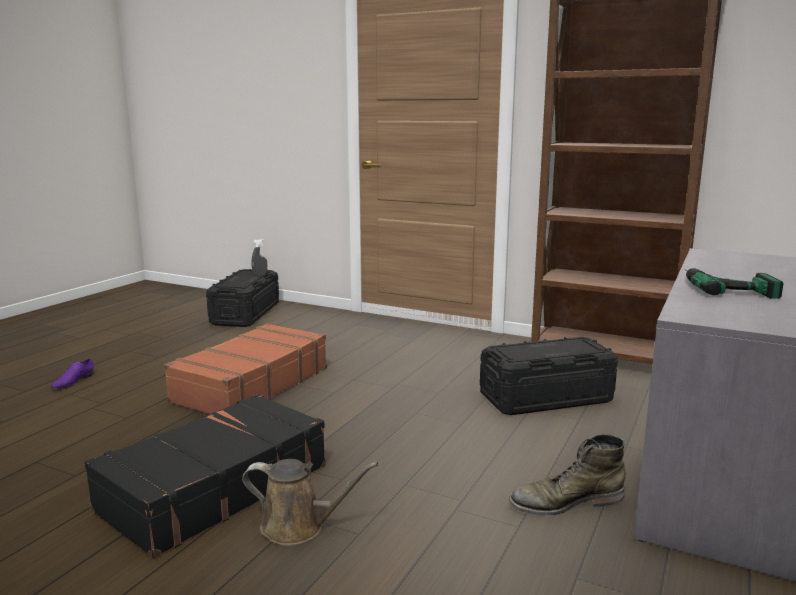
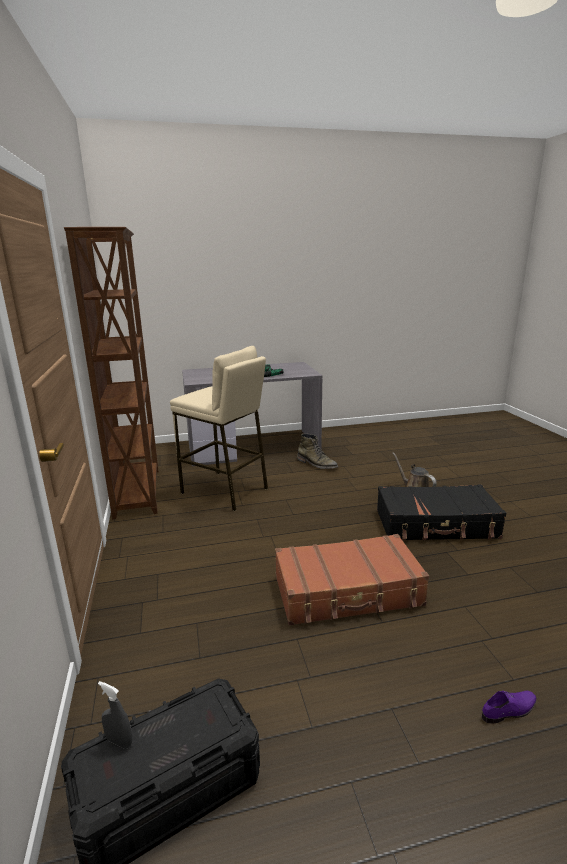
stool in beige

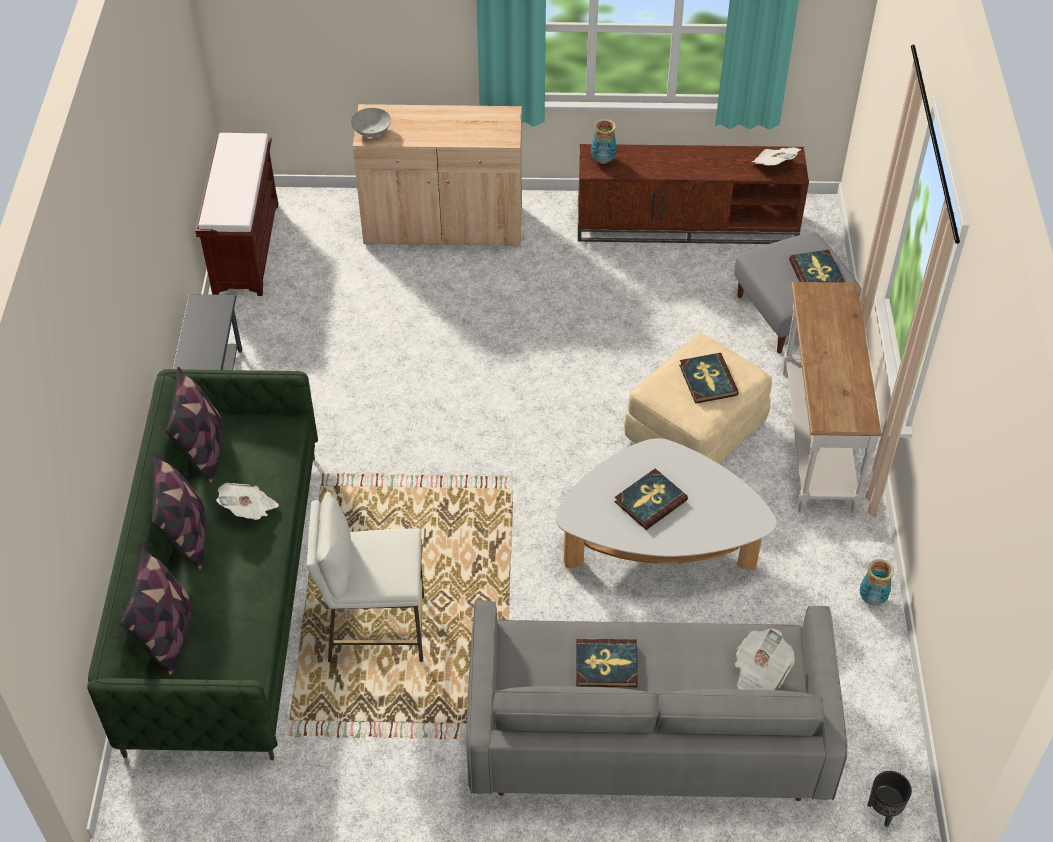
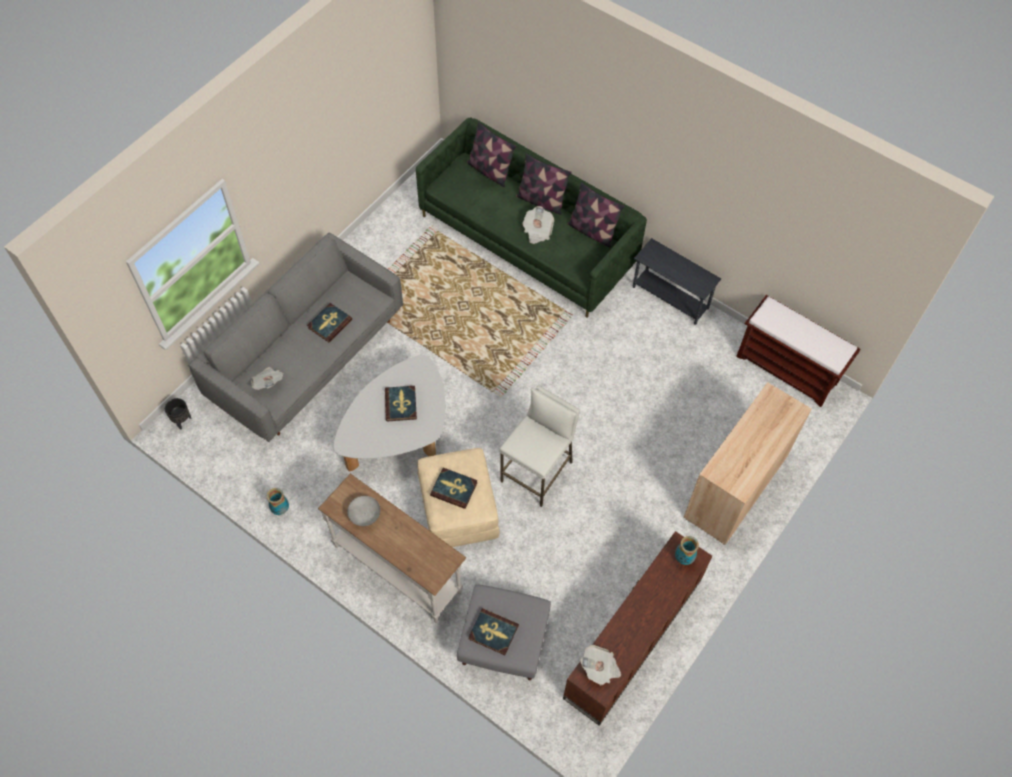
deep dish in grey
stool in whitish

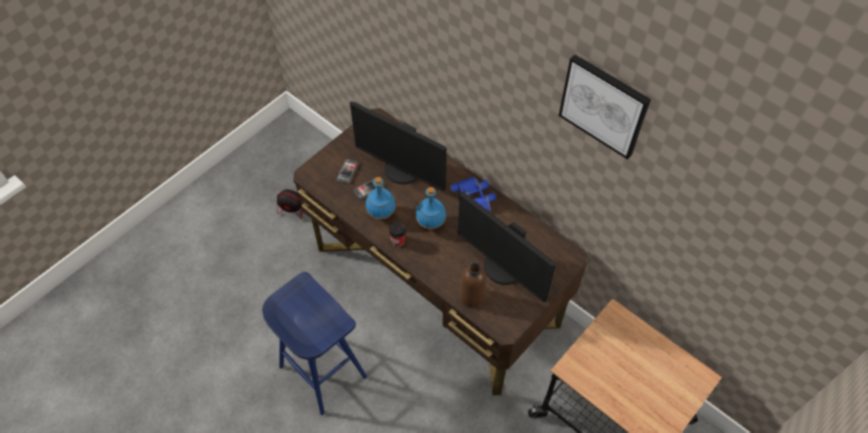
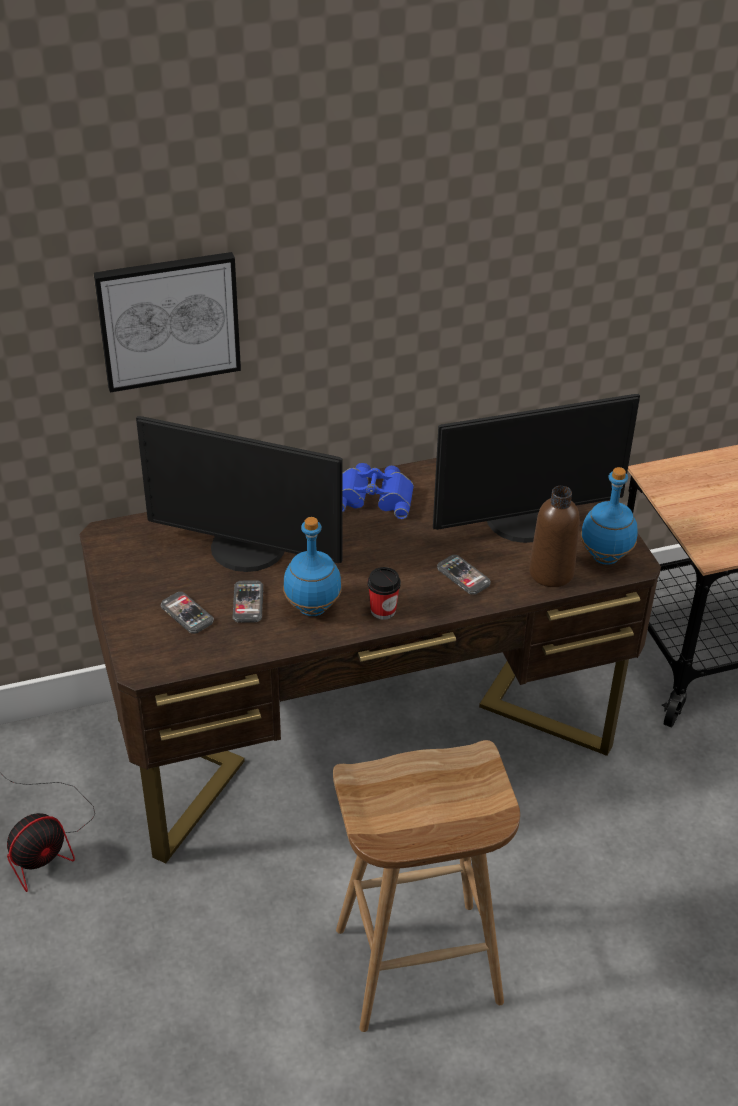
picture
computer screen (1st from left)
stool in brown
telephone (3rd from left)
drink bottle in blue (2nd from left)

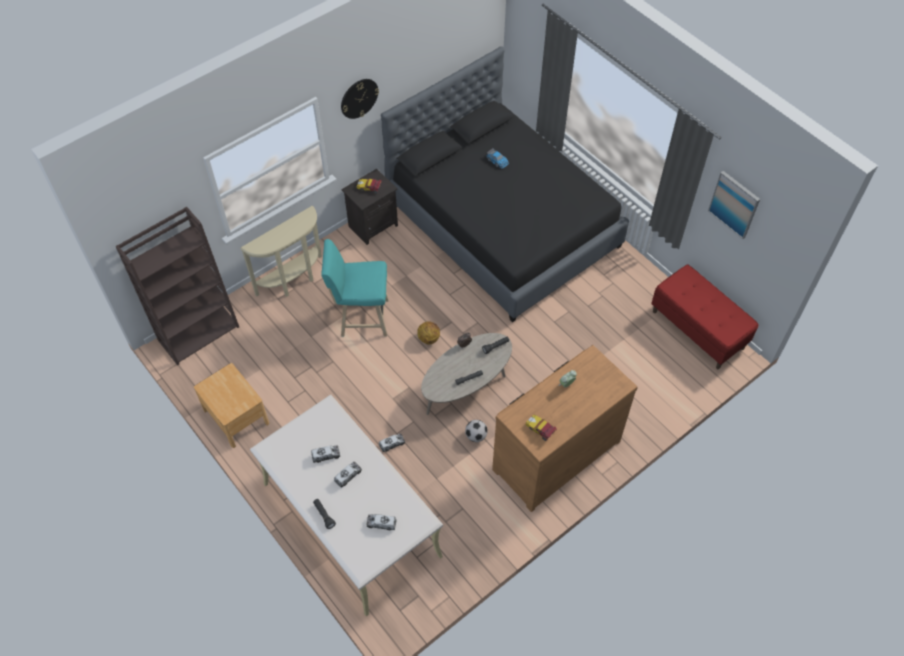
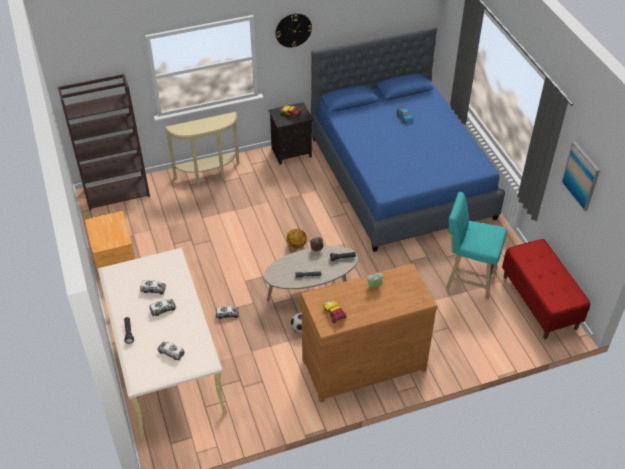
sleeping bed in blue
stool in turquoise

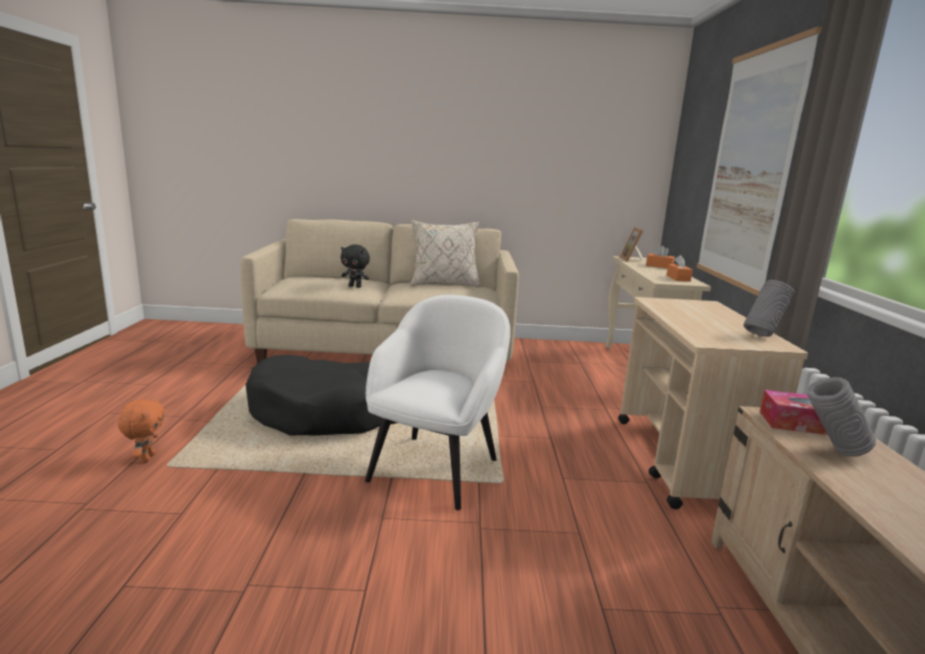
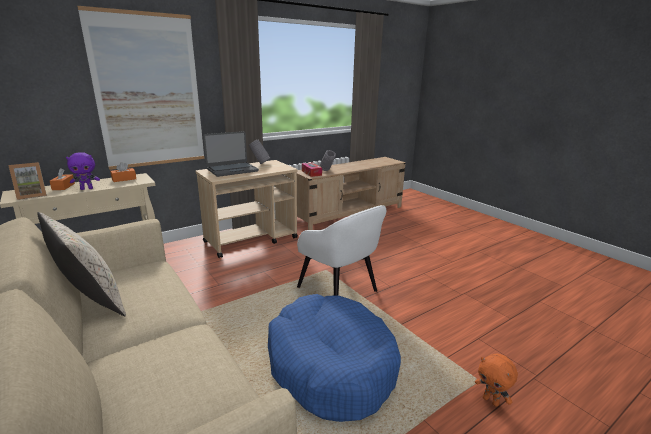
soft toy in purple-coloured
notebook computer
dog cushion in blue
easy chair in whitish
soft toy in orangey
soft toy in blackish

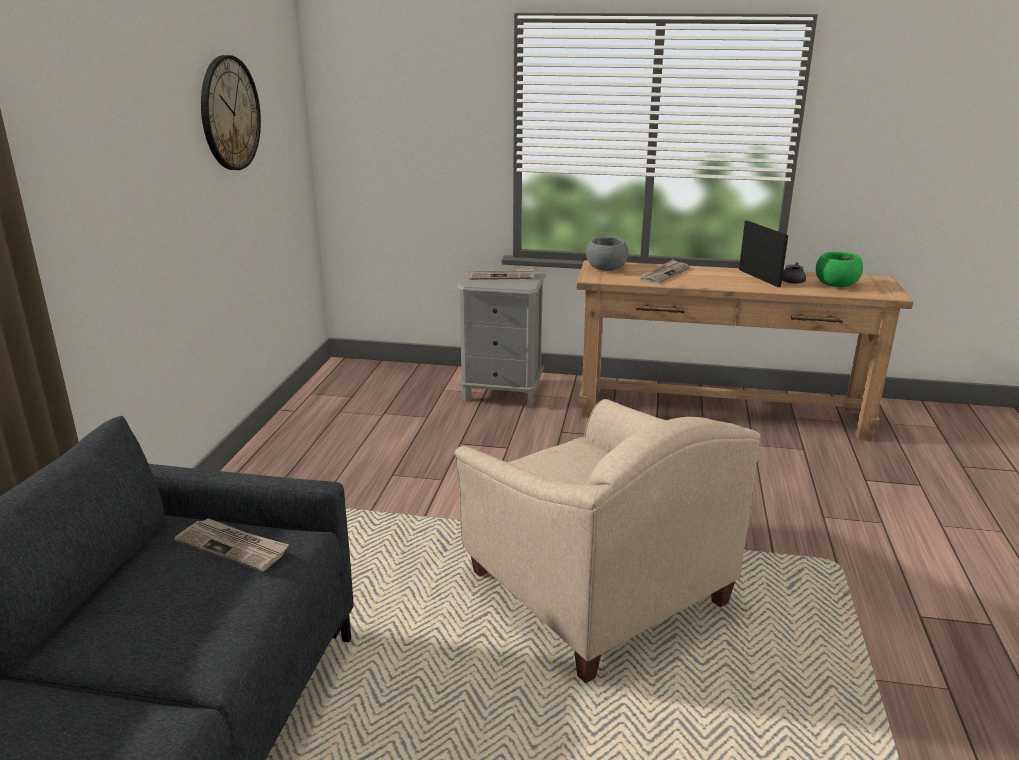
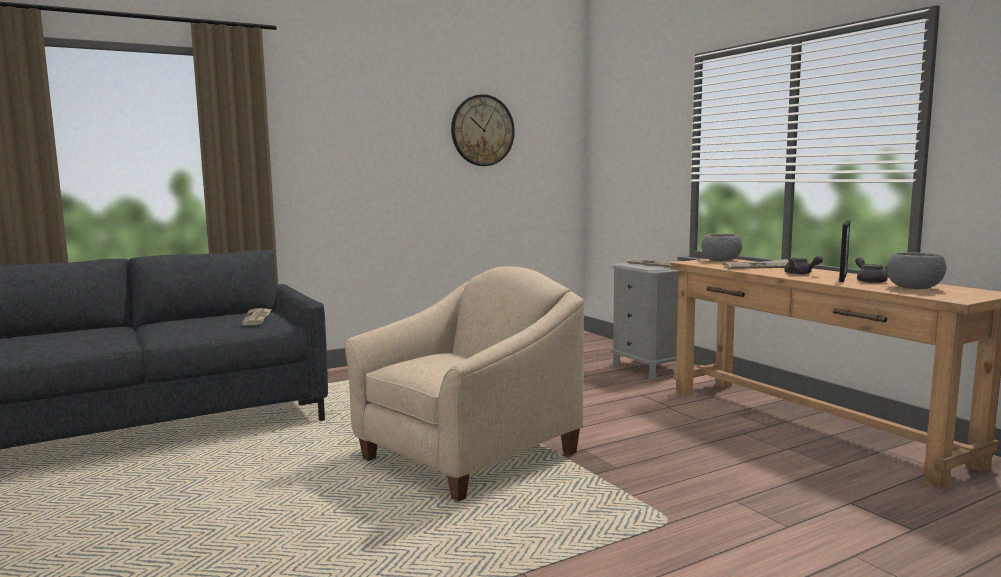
easy chair in beige
tea pot in grey (1st from left)
deep dish in grey (2nd from left)

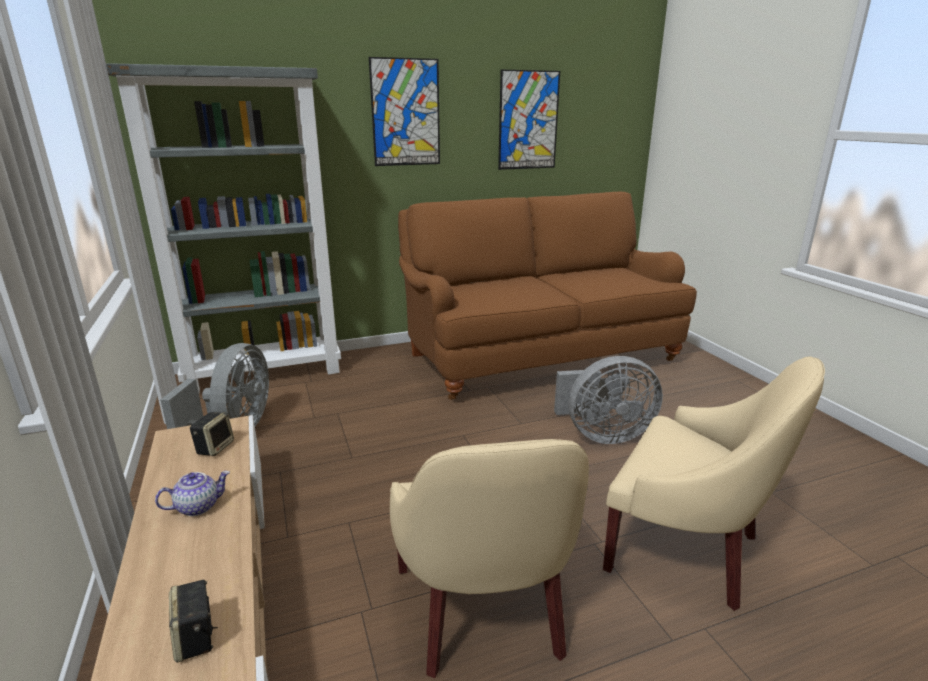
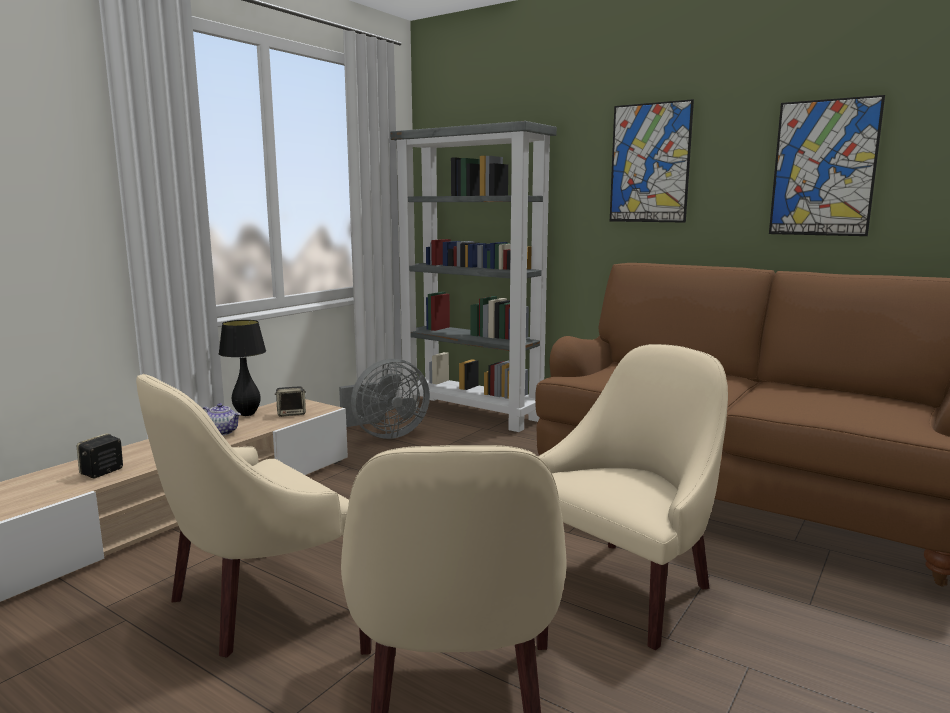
lamp for a table in blackish
easy chair in beige (3rd from left)

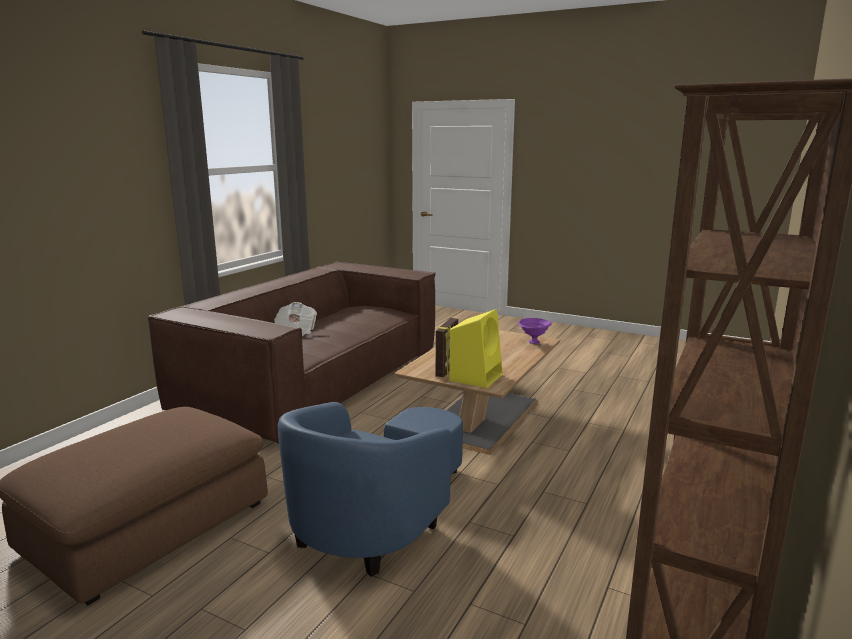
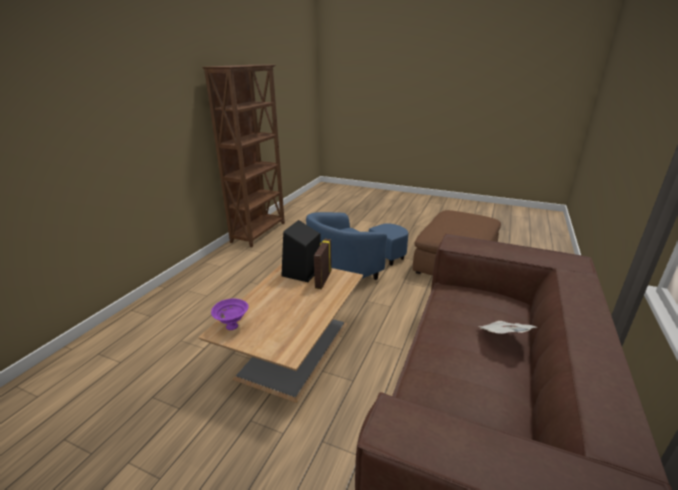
loudspeaker in blackish
easy chair in blue

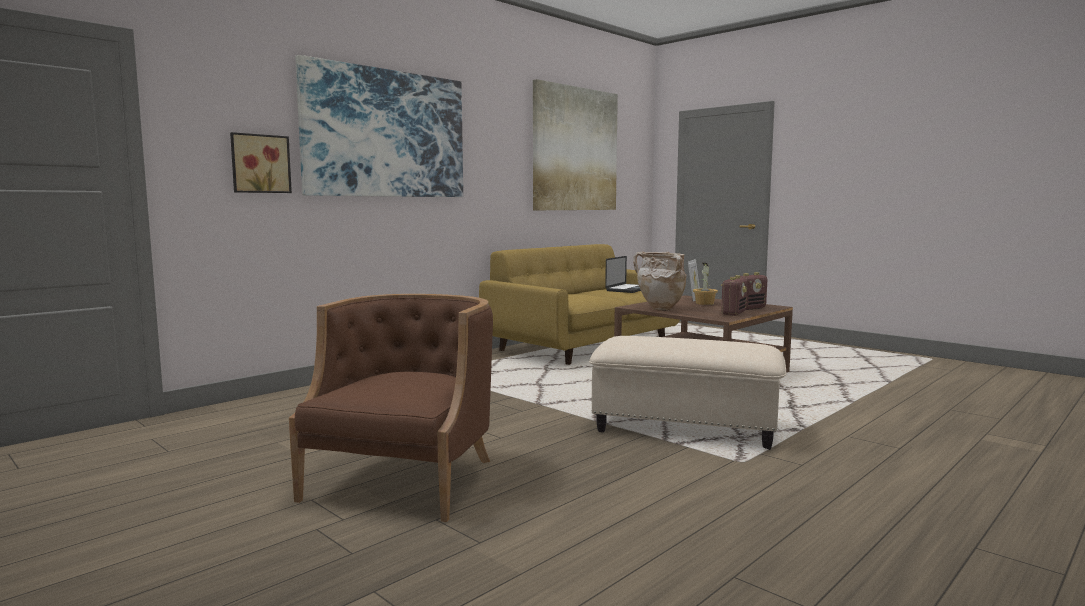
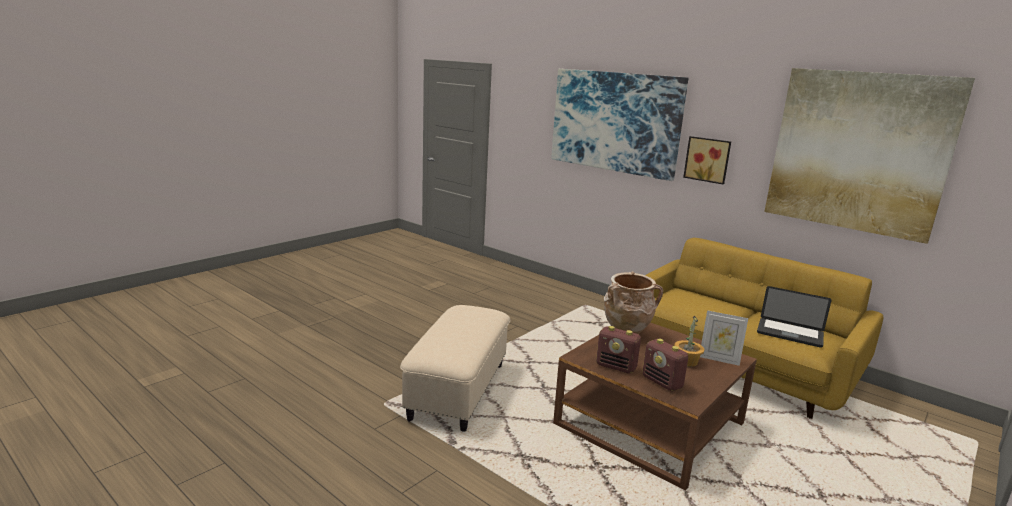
picture (2nd from left)
easy chair in brown

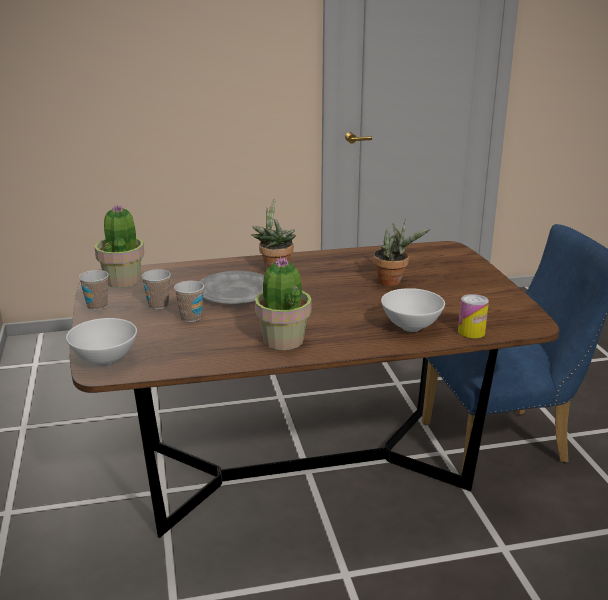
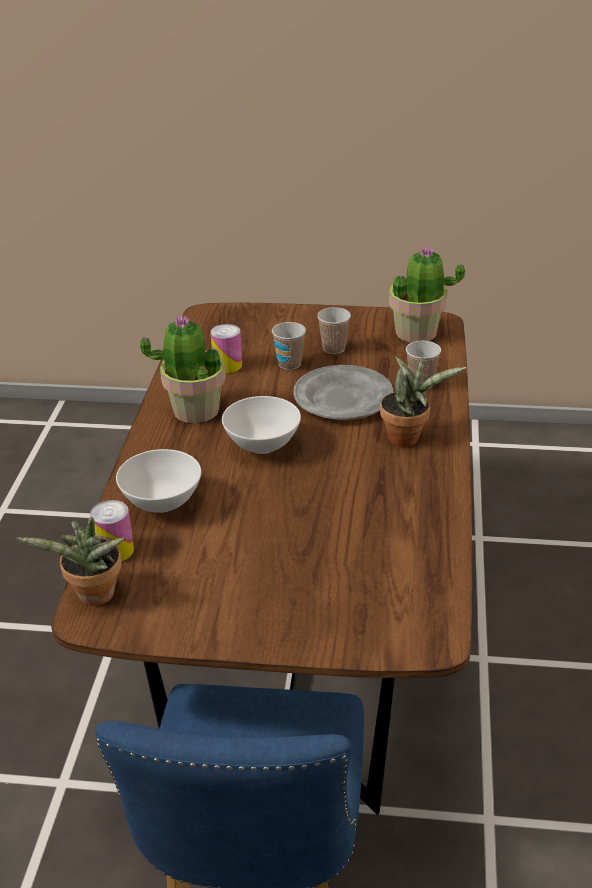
houseplant (1st from left)
can (2nd from left)
deep dish in whitish (2nd from left)
drinking cup (3rd from left)

